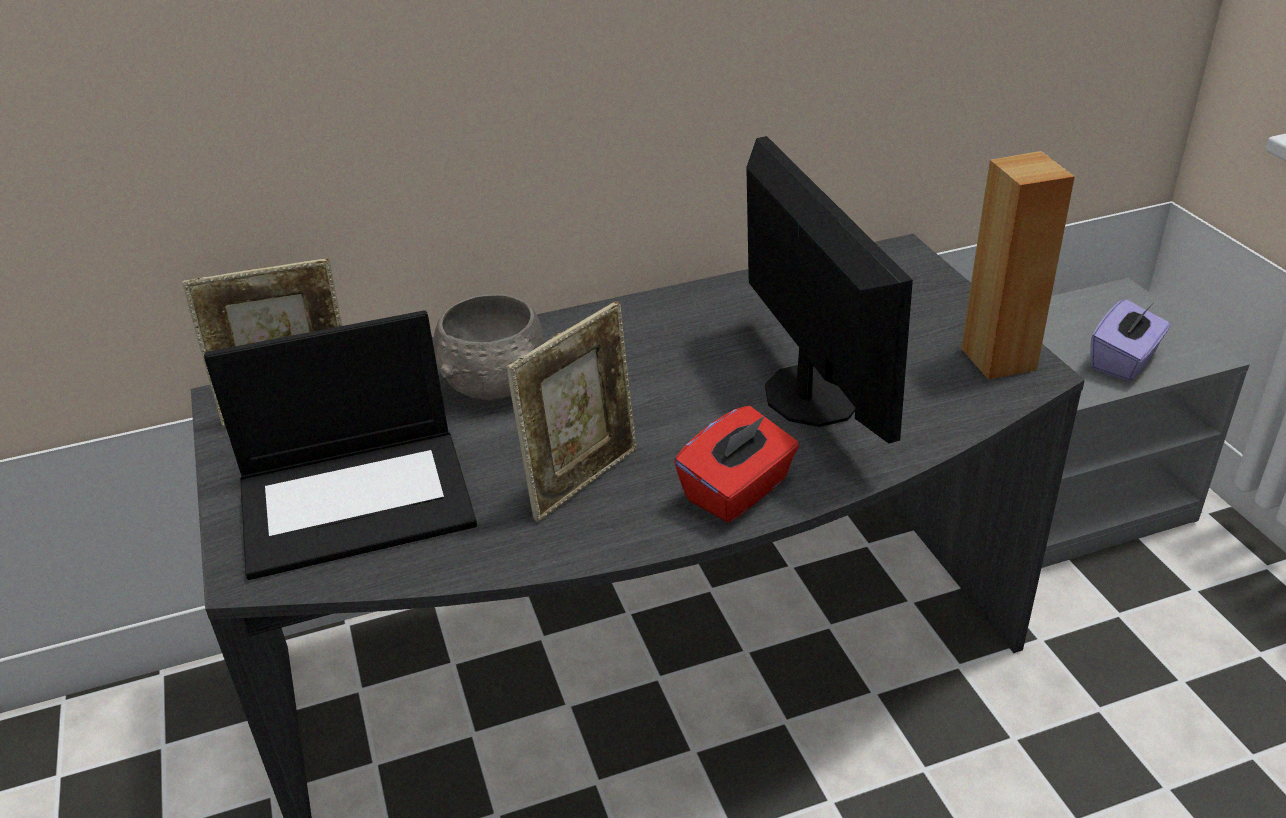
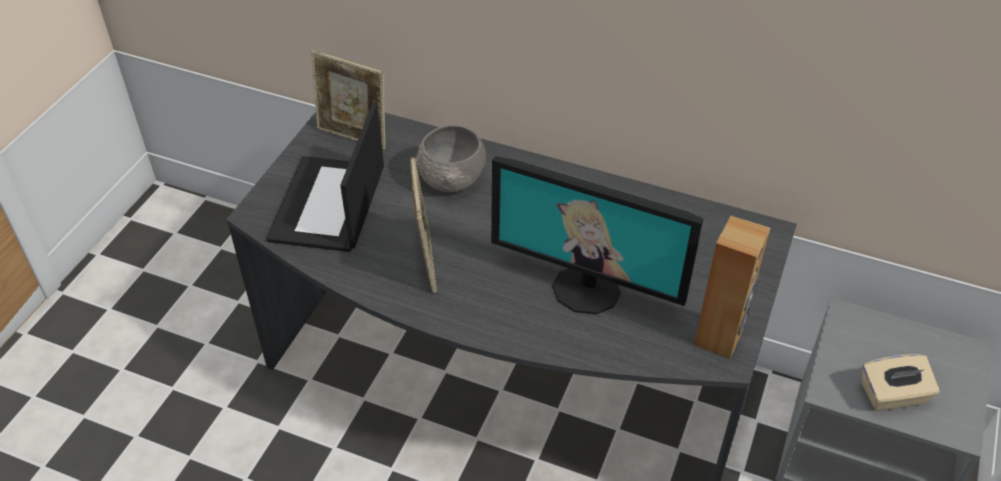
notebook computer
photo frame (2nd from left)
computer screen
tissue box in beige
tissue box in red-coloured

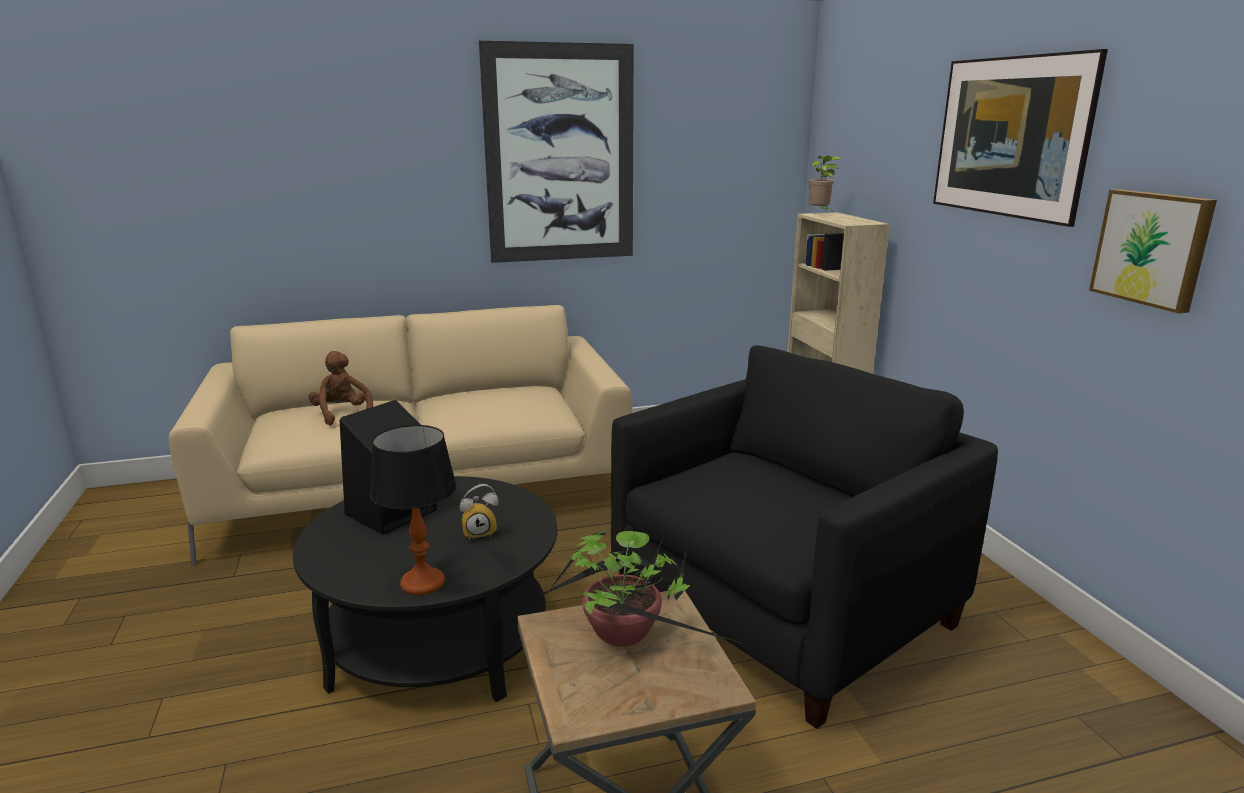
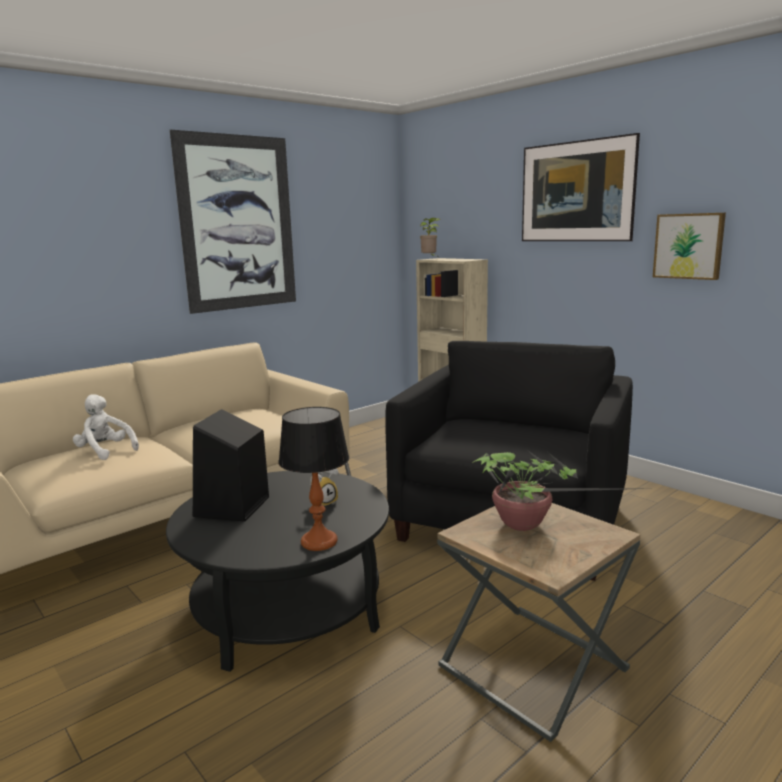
soft toy in whitish

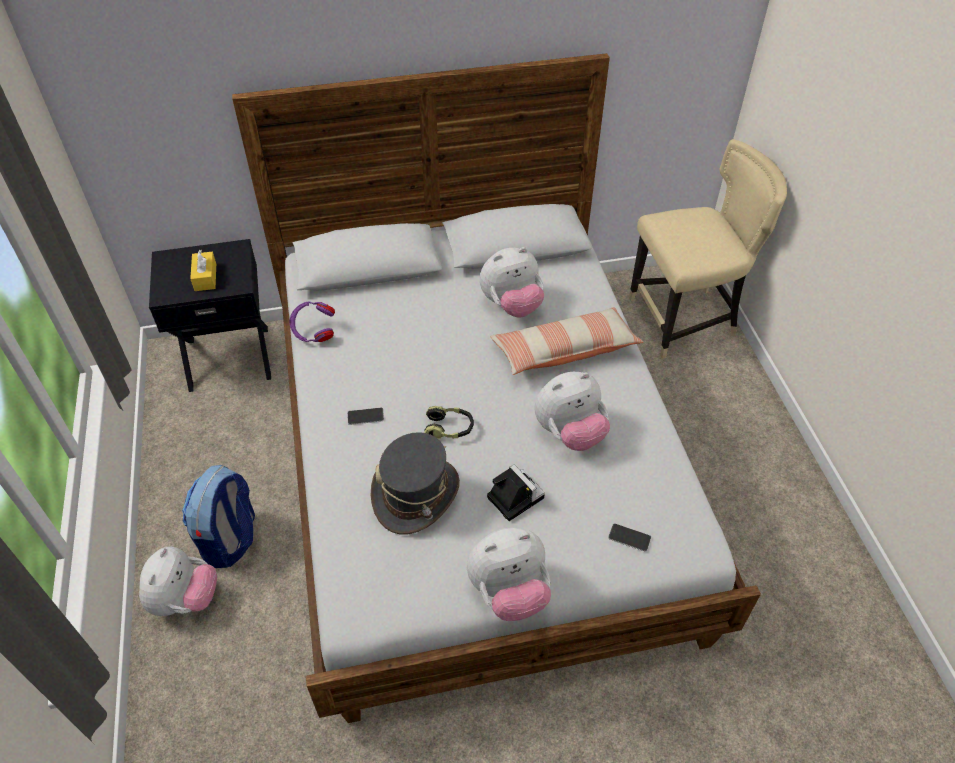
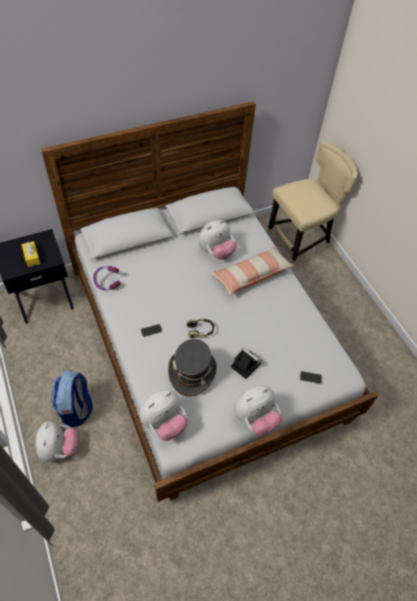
soft toy (2nd from left)

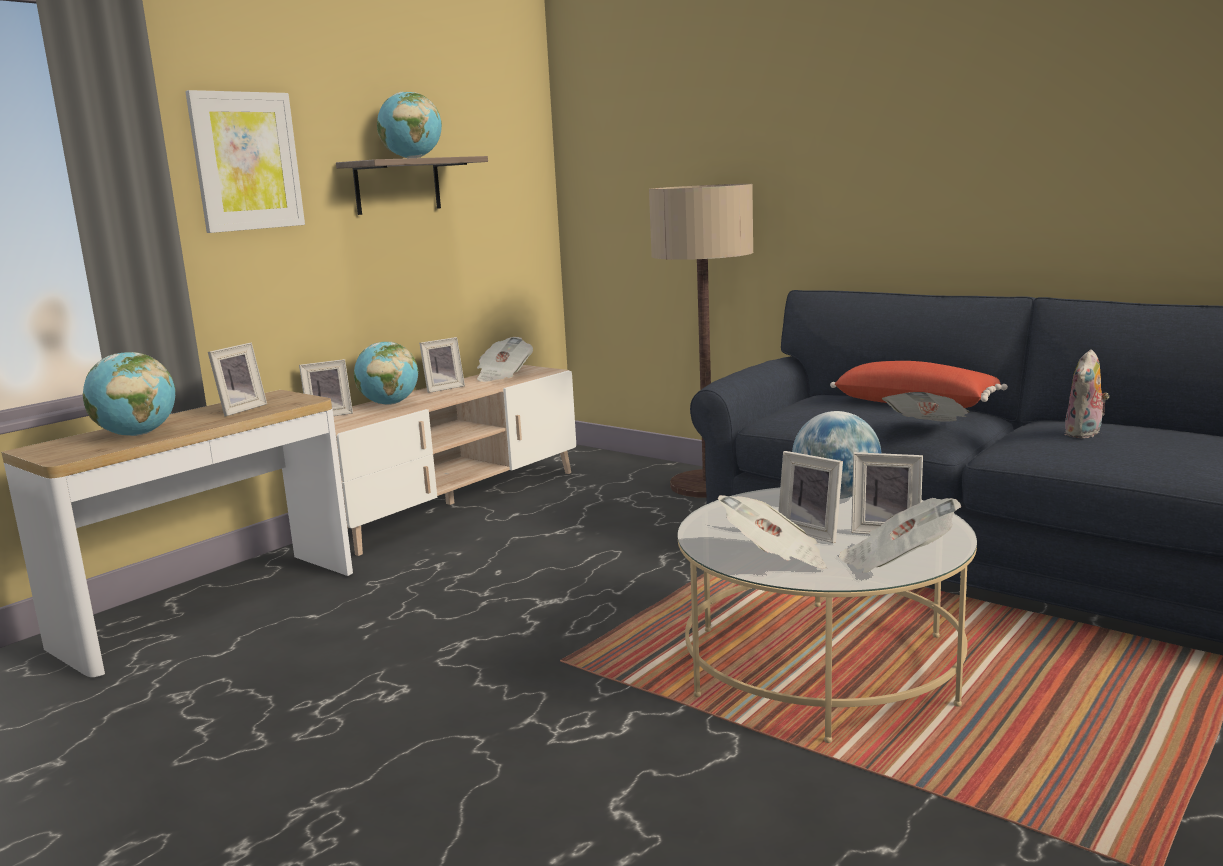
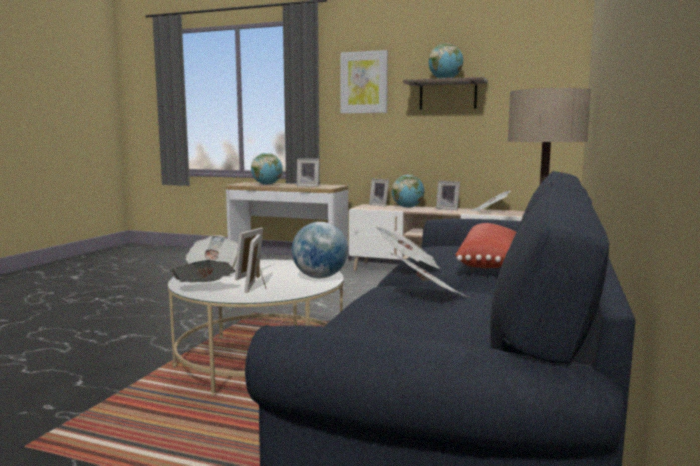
newspaper (4th from left)

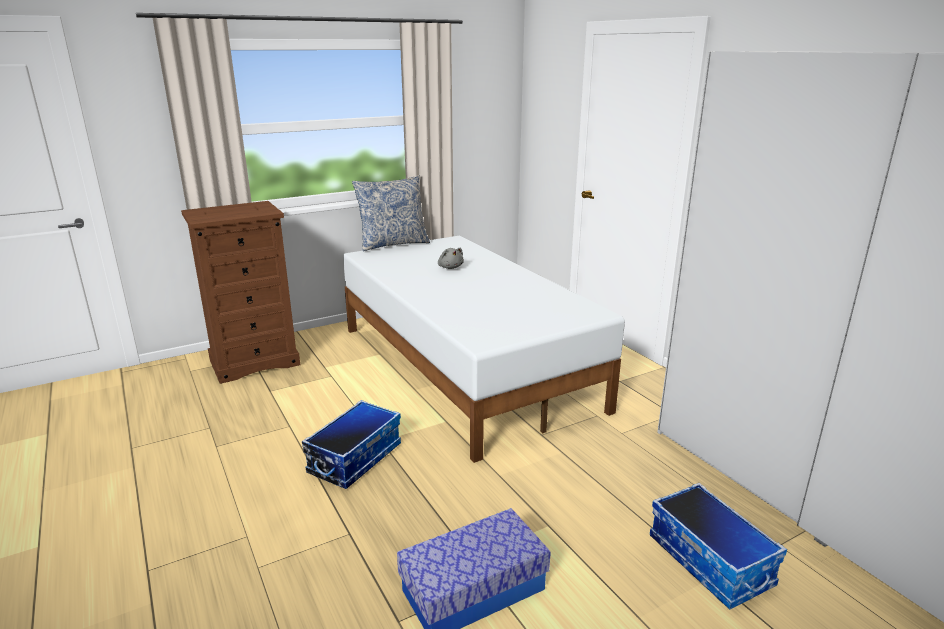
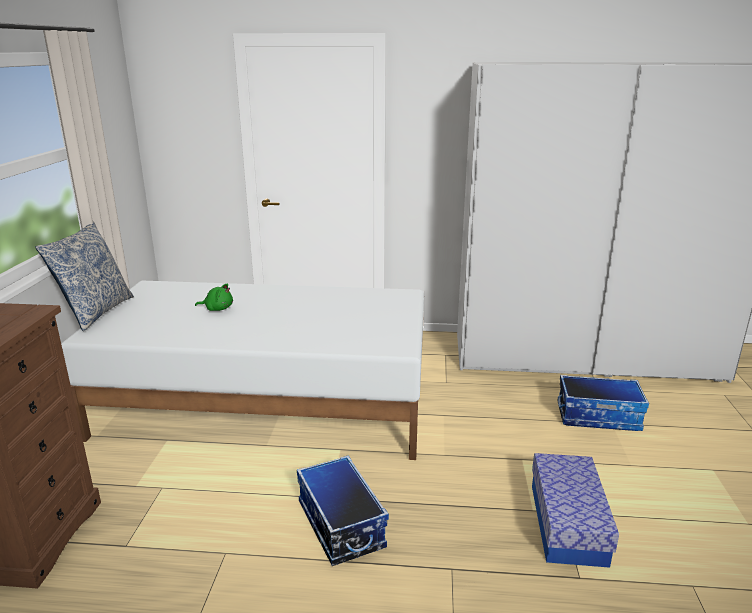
soft toy in green

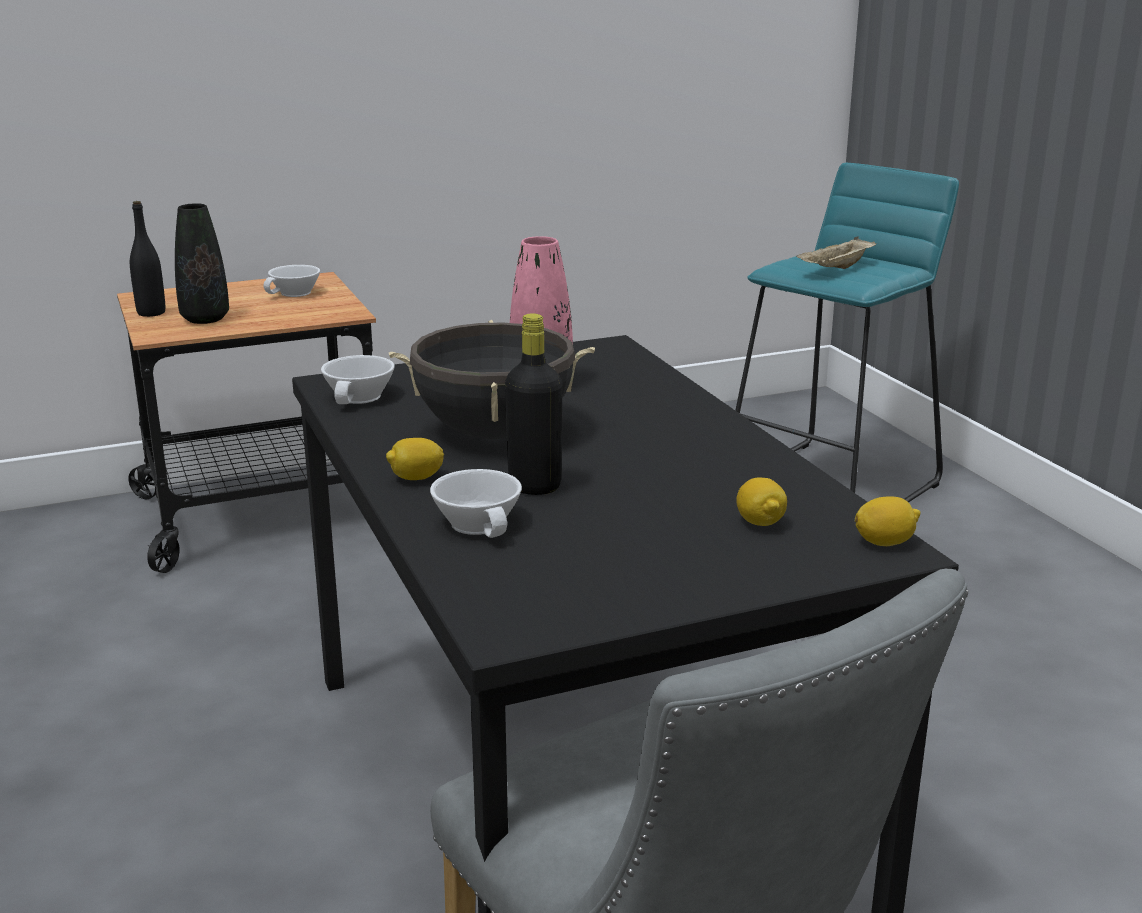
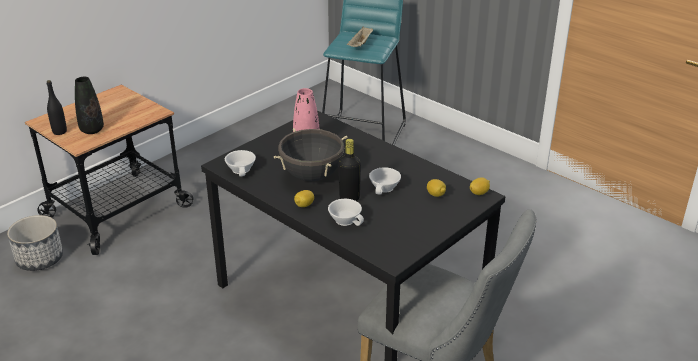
planter
drinking cup in whitish (3rd from left)

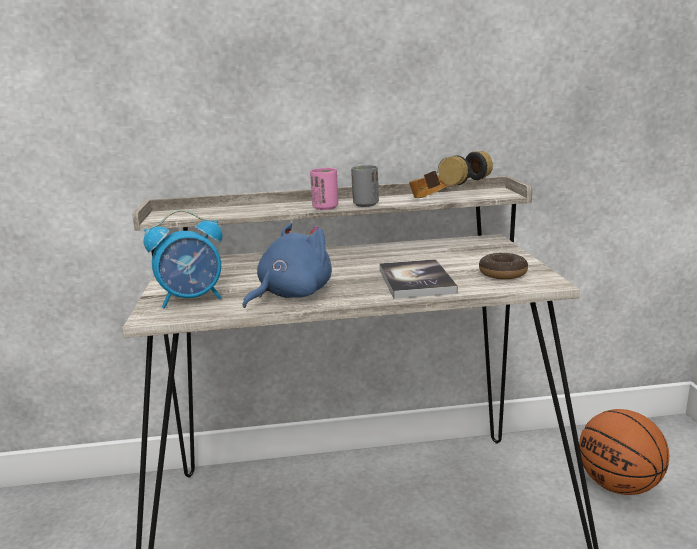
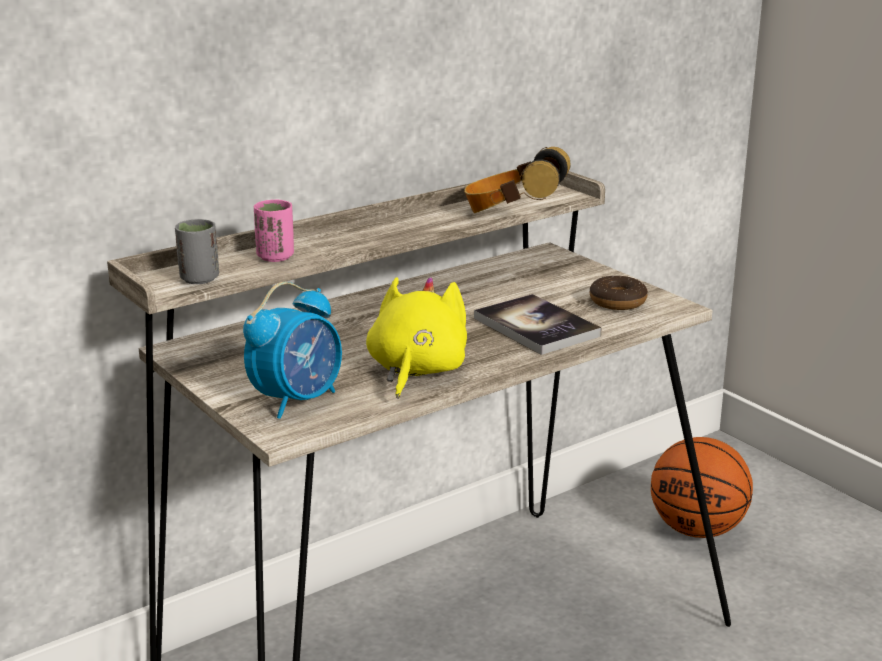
drinking cup in grey
drinking cup in pink
soft toy in yellow-coloured

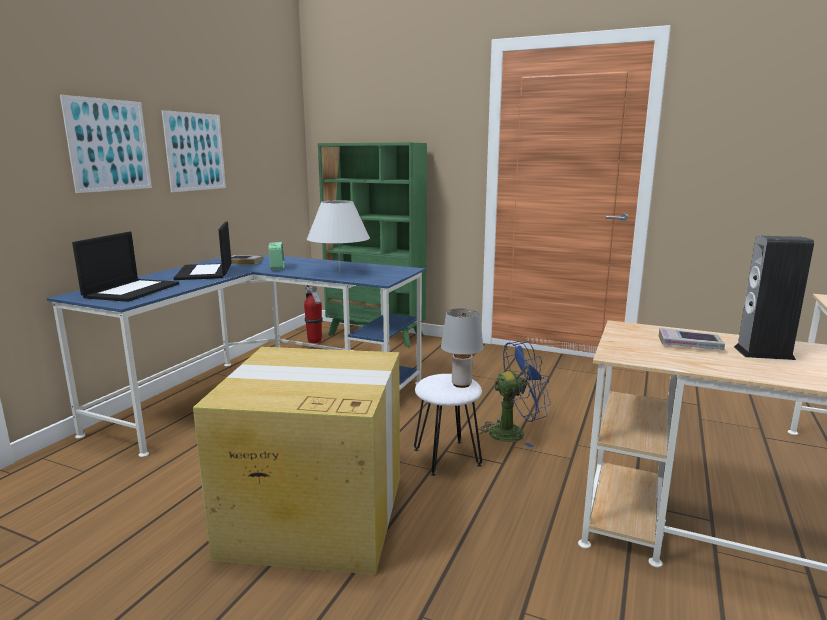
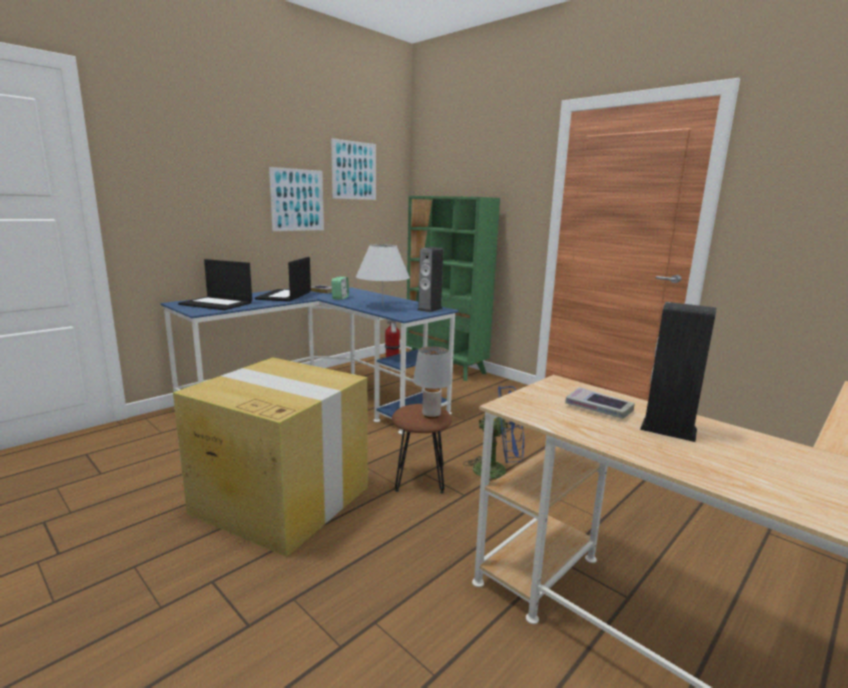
notebook computer (1st from left)
picture (2nd from left)
stool in brown
loudspeaker (1st from left)

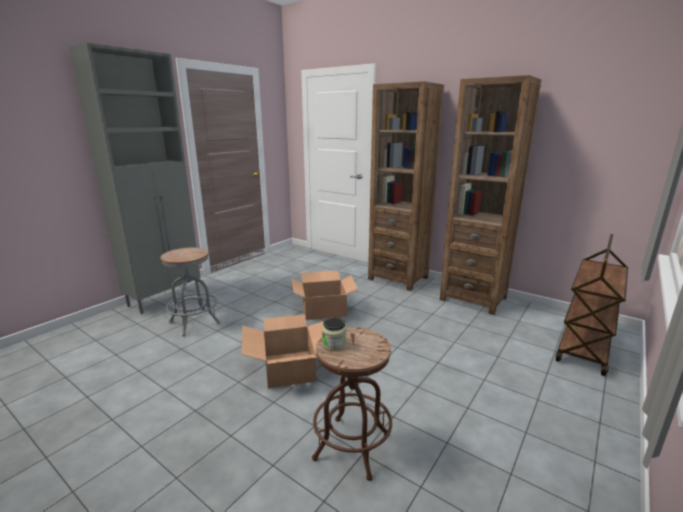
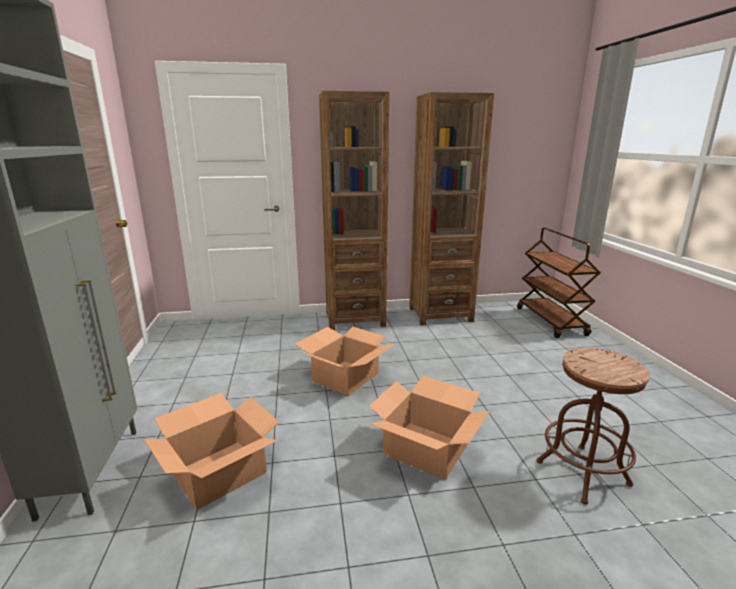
packing box (1st from left)
jar

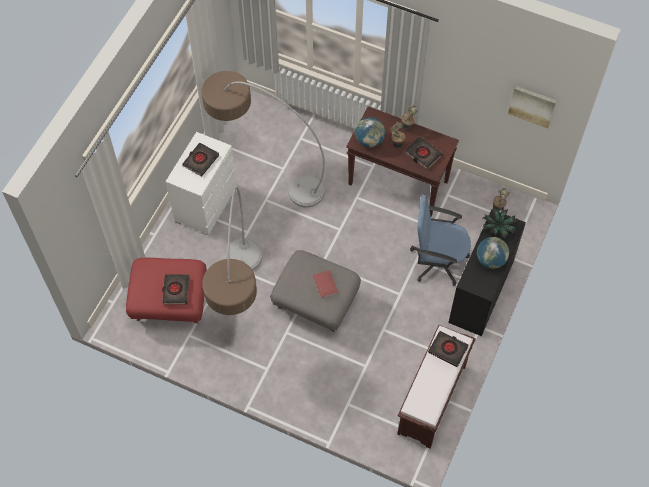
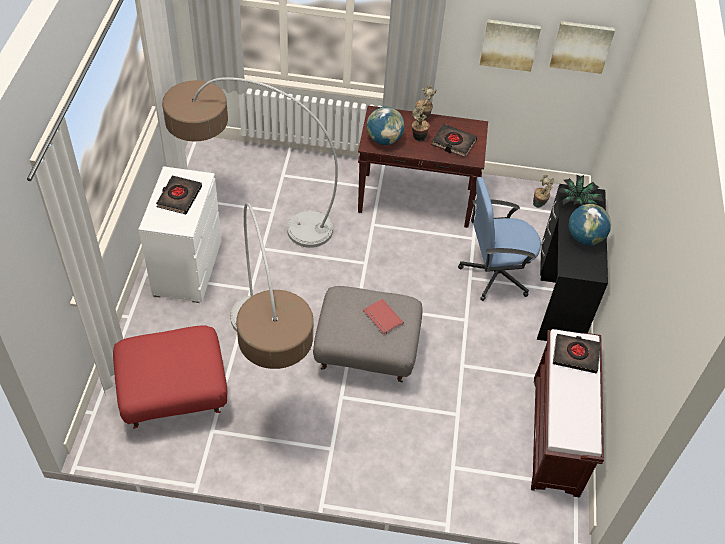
picture (1st from left)
bound book in blackish (1st from left in the first image)

